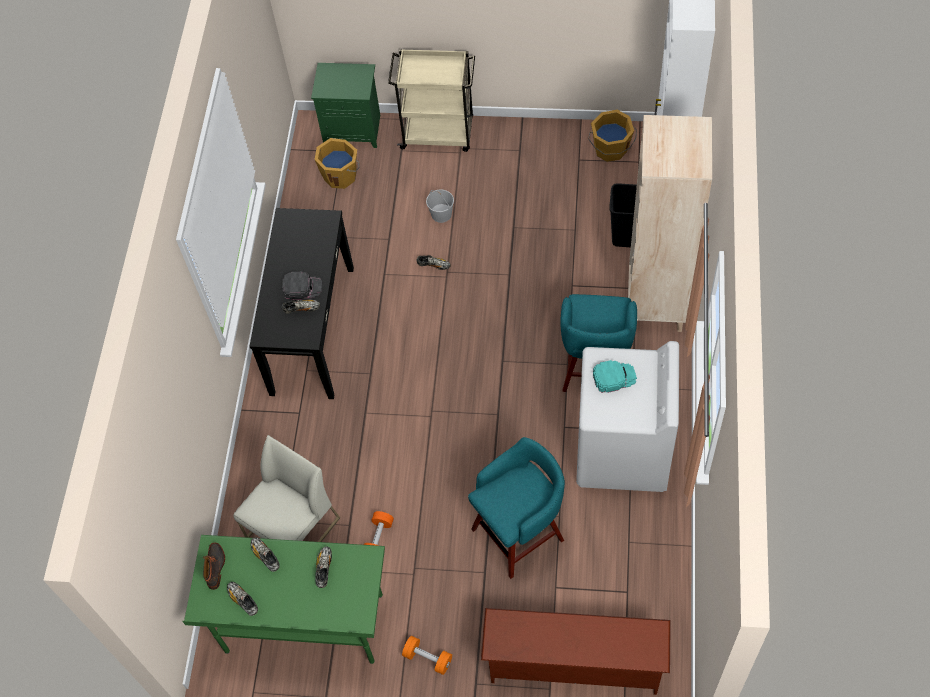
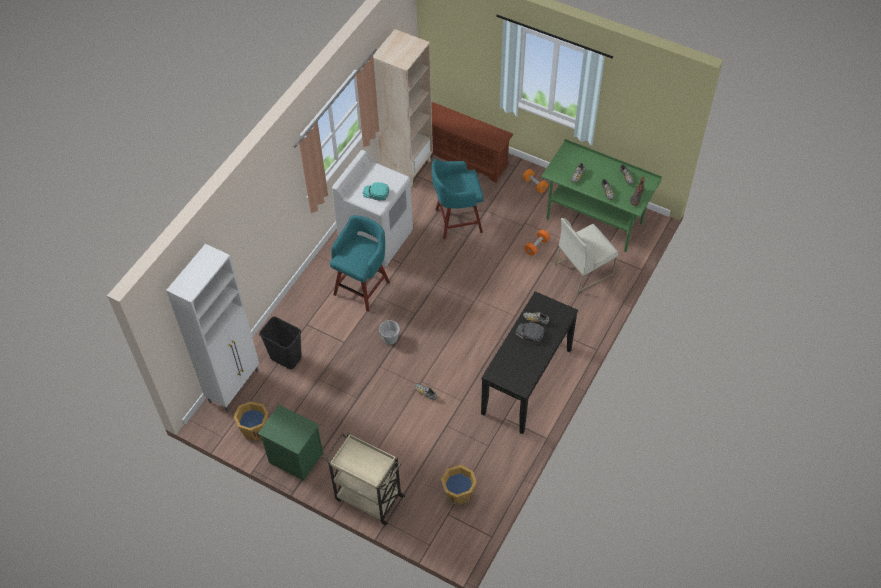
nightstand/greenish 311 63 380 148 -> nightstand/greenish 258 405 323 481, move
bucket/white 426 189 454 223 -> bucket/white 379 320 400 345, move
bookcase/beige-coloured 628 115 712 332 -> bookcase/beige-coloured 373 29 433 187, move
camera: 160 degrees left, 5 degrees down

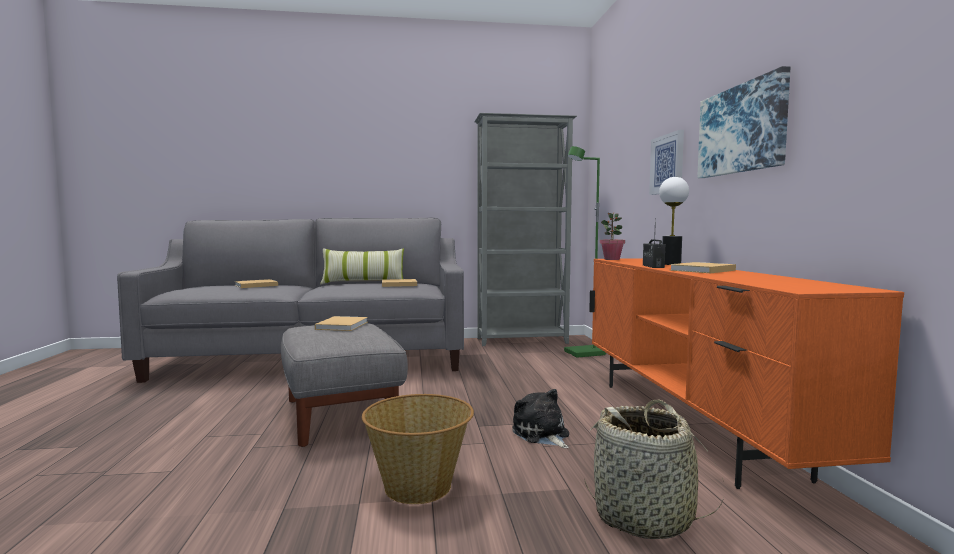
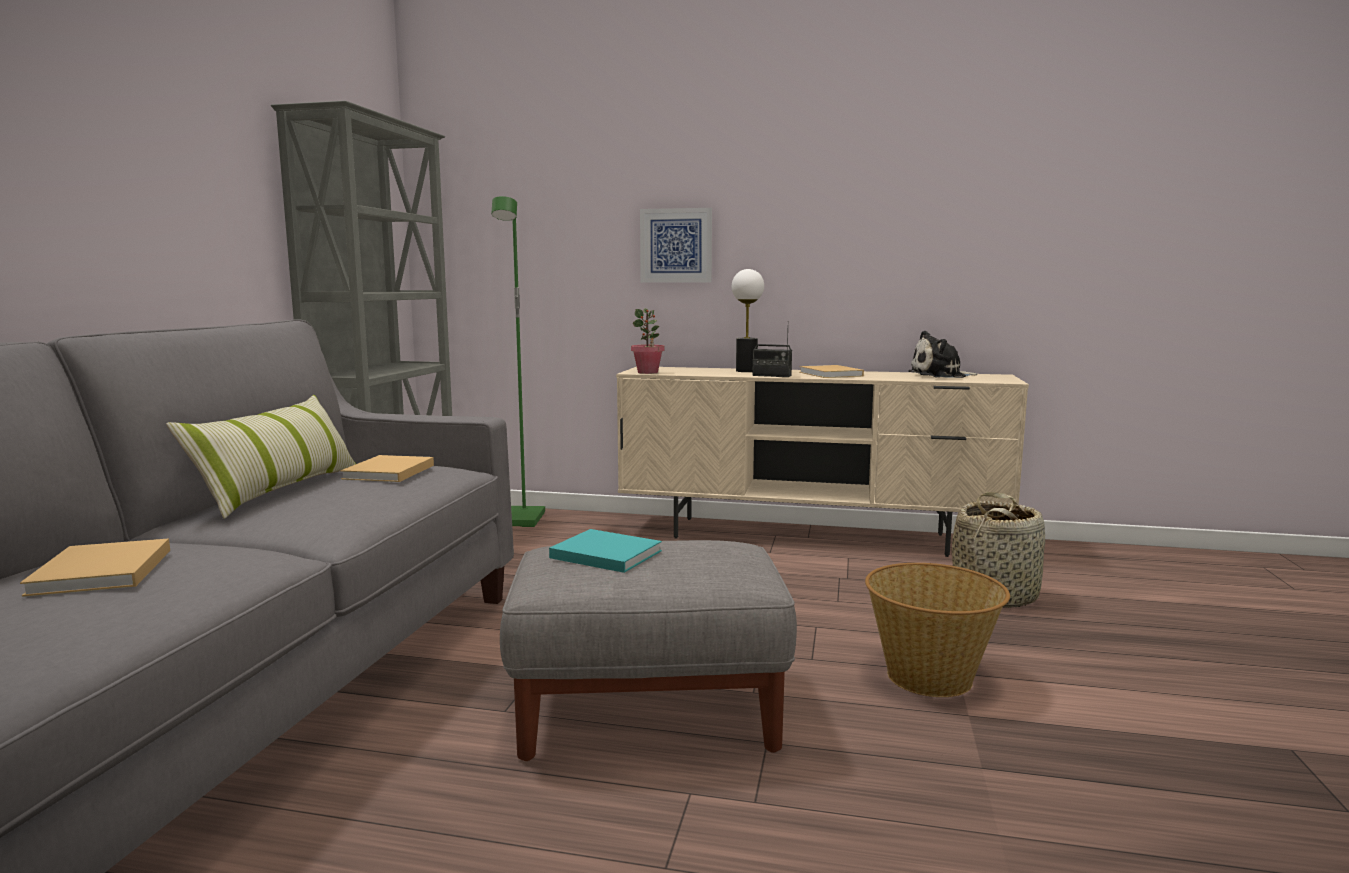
volume/beige-coloured 315 316 368 331 -> volume/turquoise 549 529 662 573
cuddly toy 512 389 569 448 -> cuddly toy 908 331 978 378, move
tv stand/orange 589 258 904 489 -> tv stand/beige-coloured 616 367 1029 557
wall picture 697 66 790 178 -> none
camera: 70 degrees left, 5 degrees up

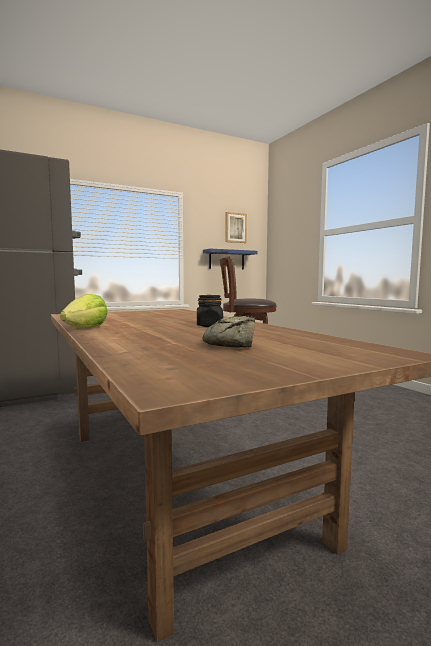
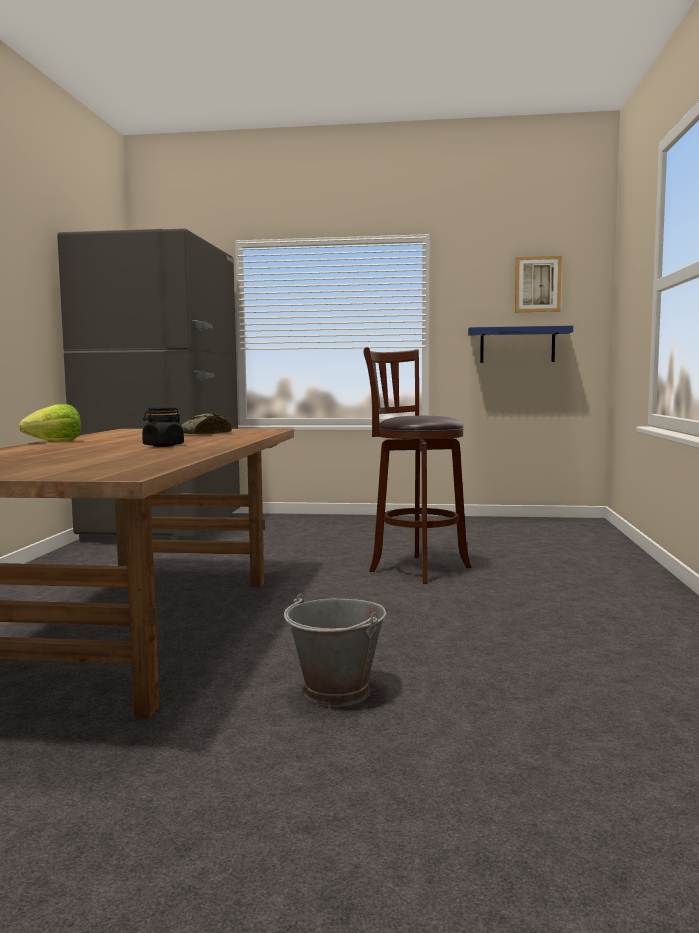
baked bread 202 316 256 348 -> baked bread 181 413 232 434, move
none -> bucket/gray 284 594 386 707
camera: 35 degrees right, 0 degrees up

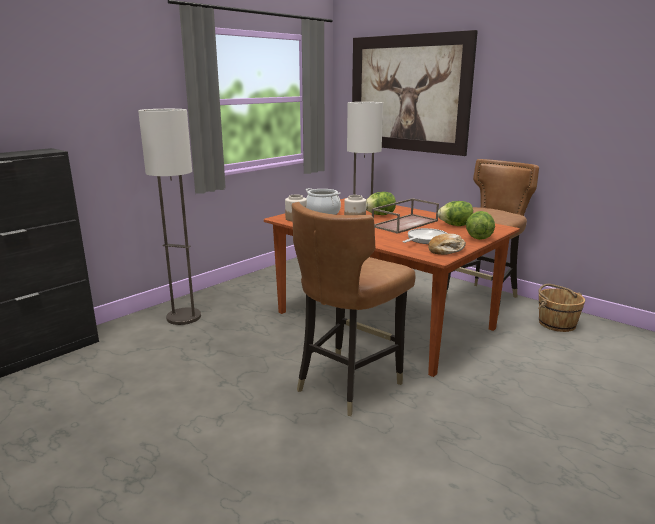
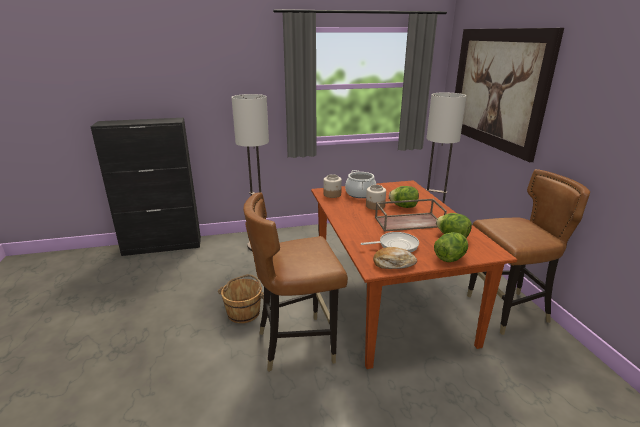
bucket/brown-coloured 538 284 585 332 -> bucket/brown-coloured 218 274 264 323, move
camera: 35 degrees right, 5 degrees up

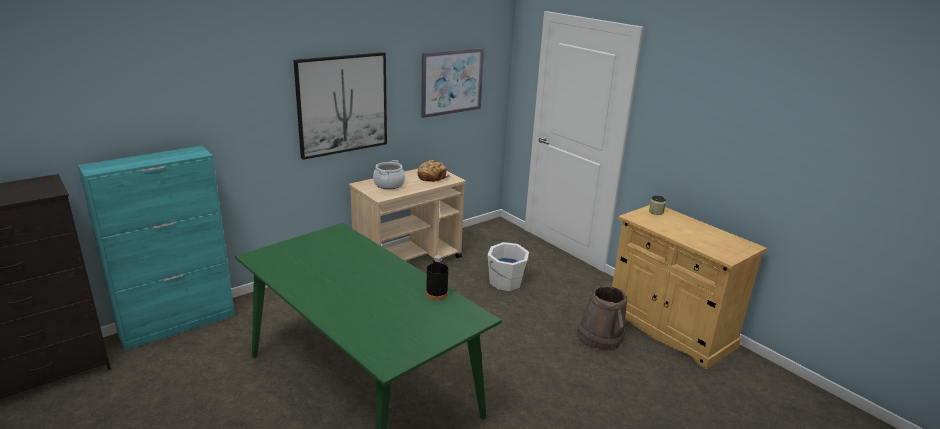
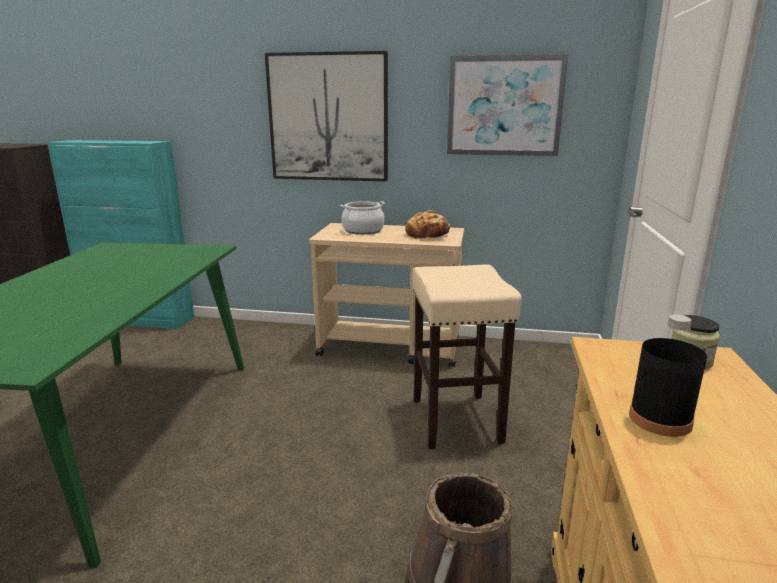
bottle/blackish 426 255 448 300 -> bottle/blackish 629 314 707 437, move
bucket/white 487 242 529 291 -> stool/beige-coloured 413 264 521 449
camera: 50 degrees right, 5 degrees down

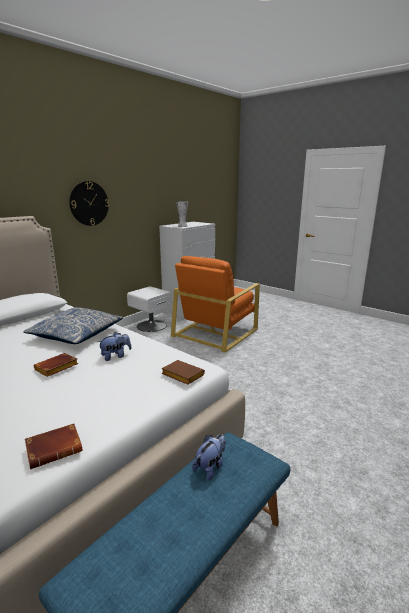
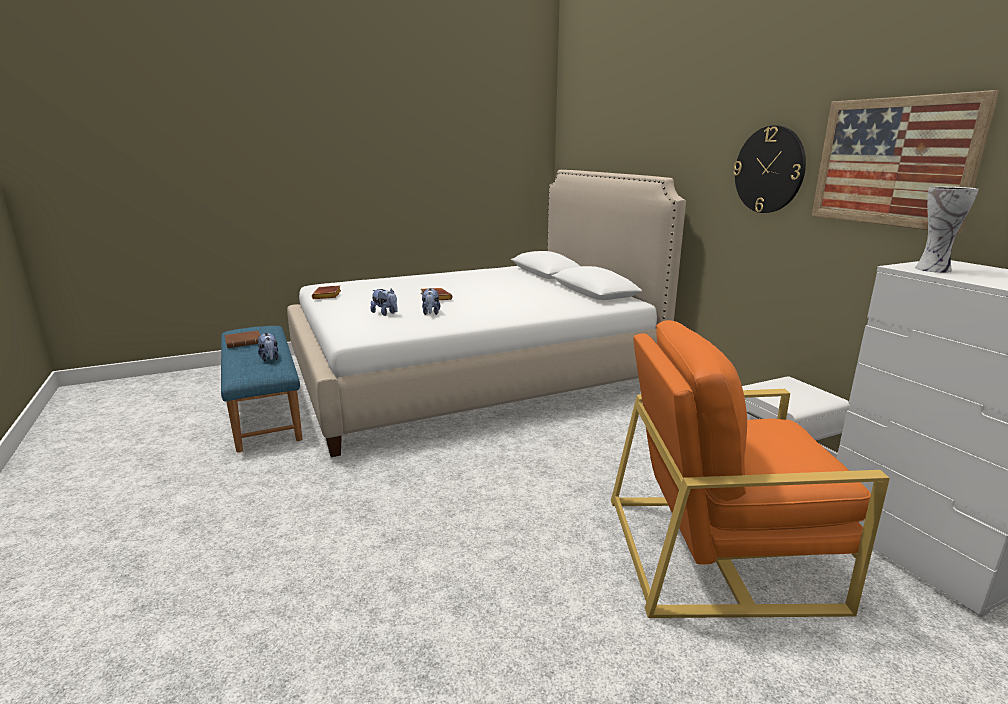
cushion 23 307 124 344 -> none
volume/brown-coloured 161 360 205 385 -> volume/brown-coloured 224 330 261 348, move
armchair/orange 171 256 260 353 -> armchair/orange 611 320 890 618, 60 degrees counterclockwise
none -> cuddly toy 370 289 397 316
none -> wall picture 812 90 1000 234
camera: 115 degrees right, 0 degrees up

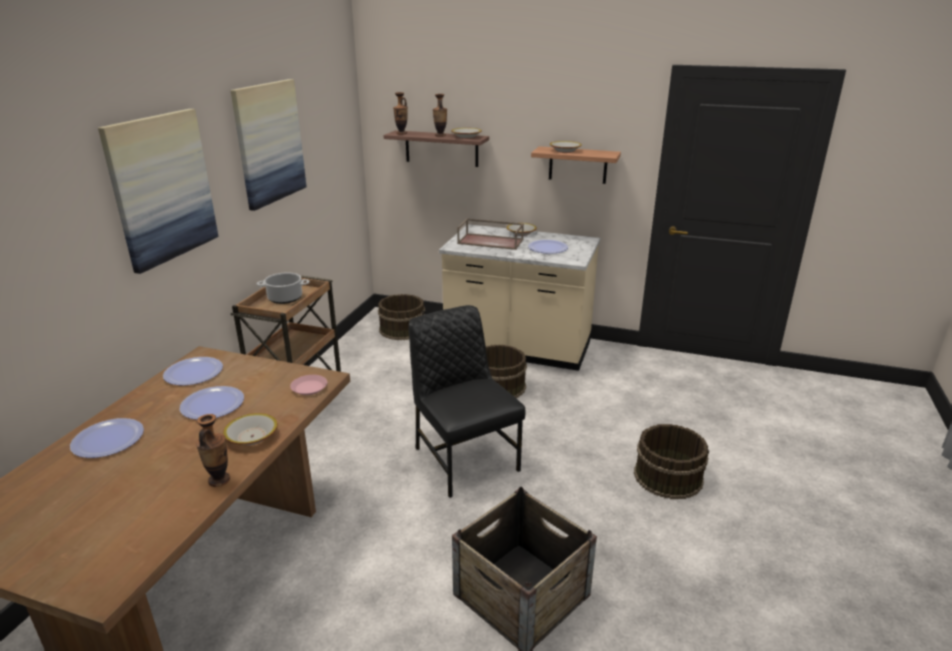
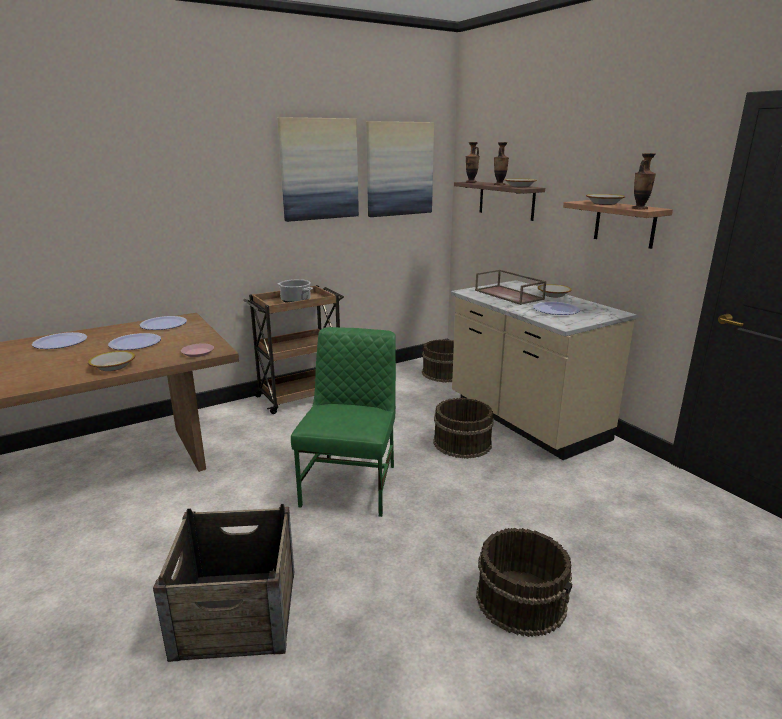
wall picture 98 109 219 274 -> wall picture 366 121 434 217, move
flower vase 196 414 230 487 -> flower vase 632 153 656 209, move
plain chair/blackish 409 305 525 498 -> plain chair/greenish 291 327 396 517
camera: 40 degrees right, 5 degrees down

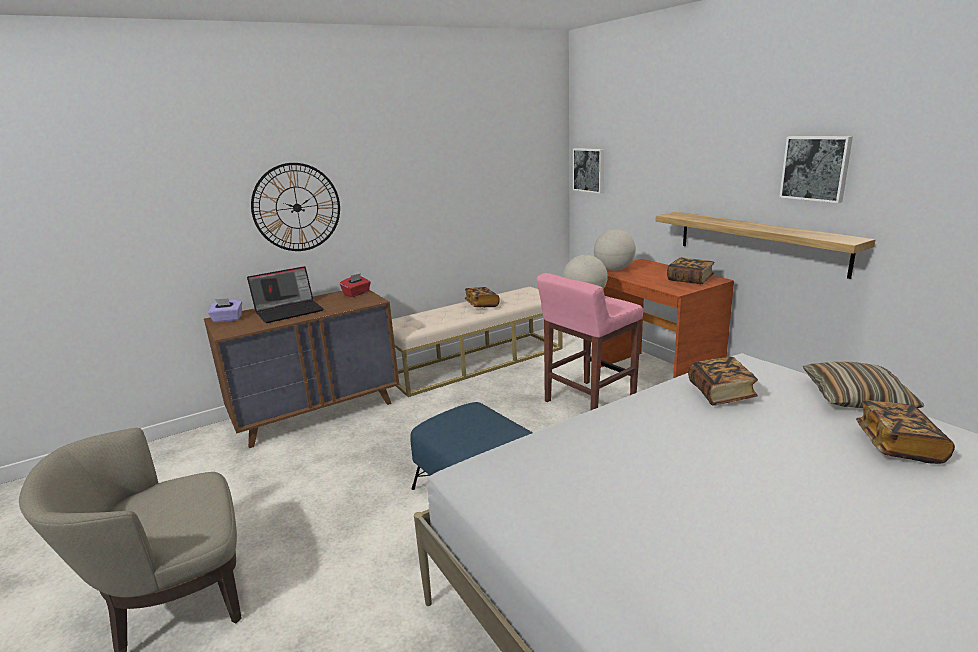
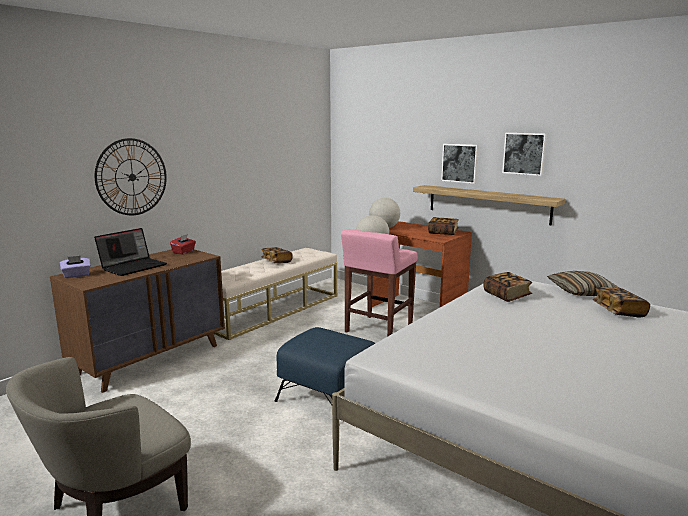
wall picture 573 148 604 193 -> wall picture 441 144 479 184, move
camera: 20 degrees left, 5 degrees down

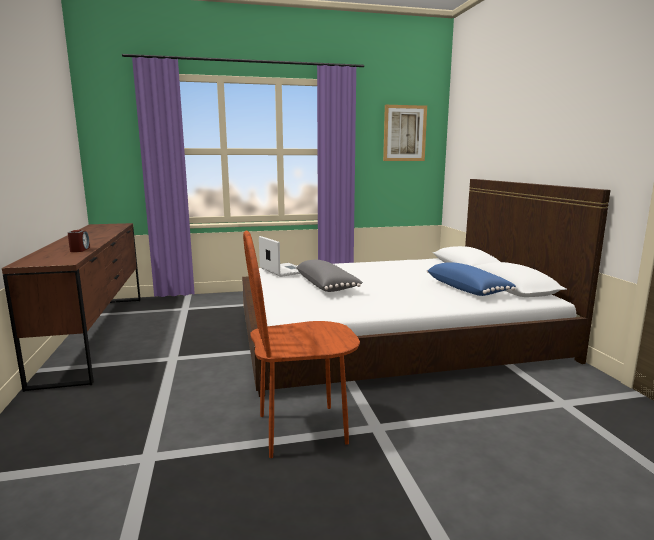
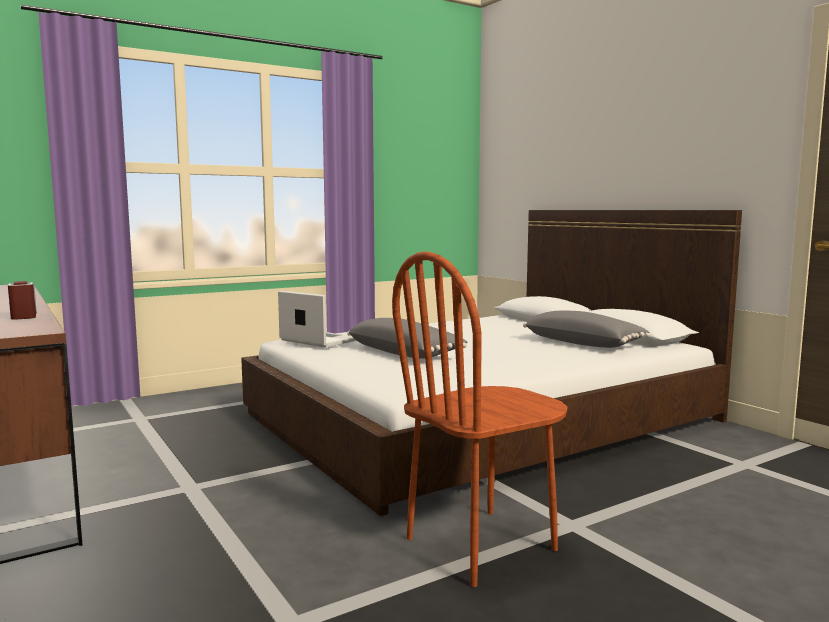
wall picture 383 105 427 161 -> none
cushion/blue 427 262 516 296 -> cushion/gray 523 311 650 348
camera: 20 degrees left, 5 degrees down

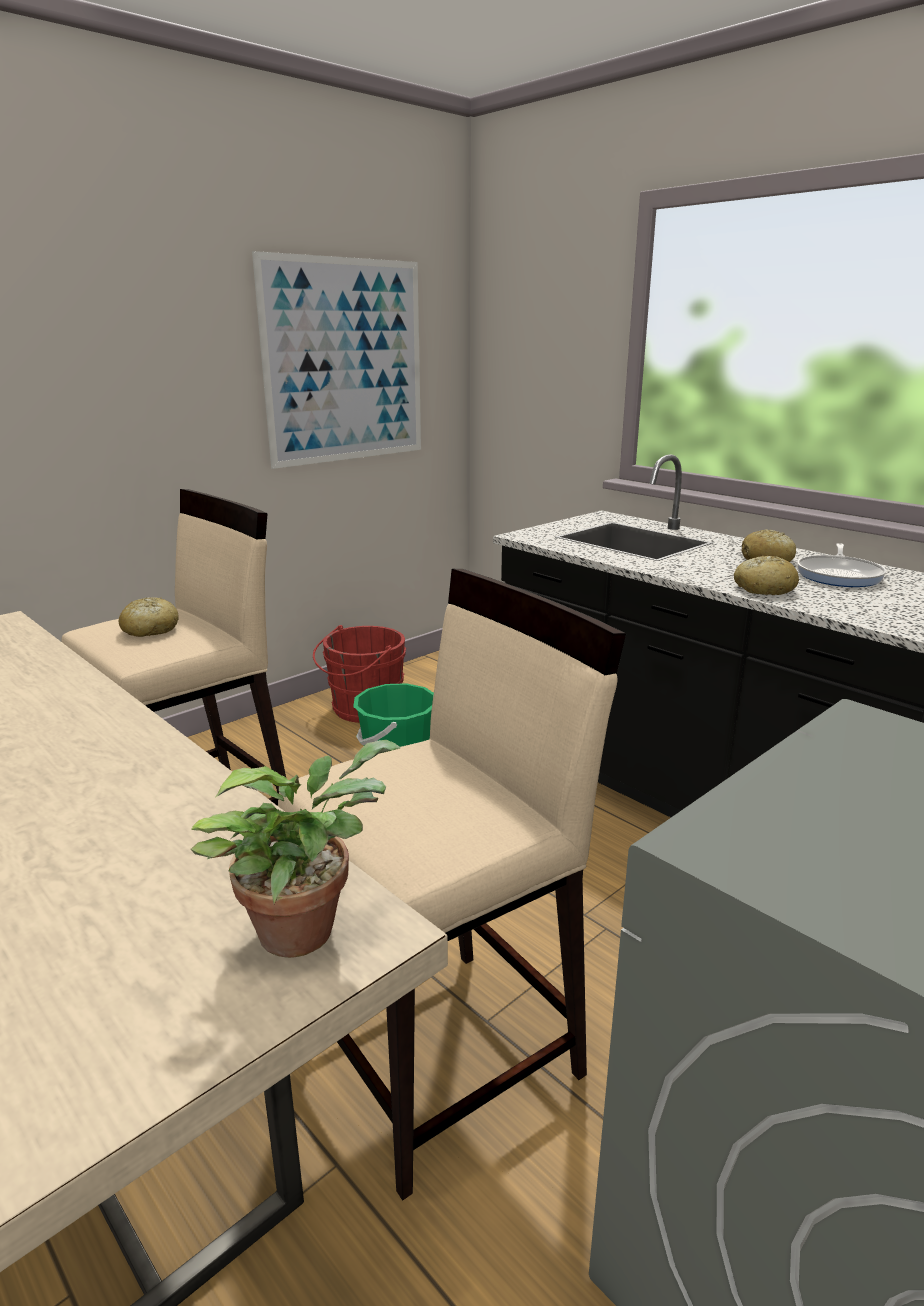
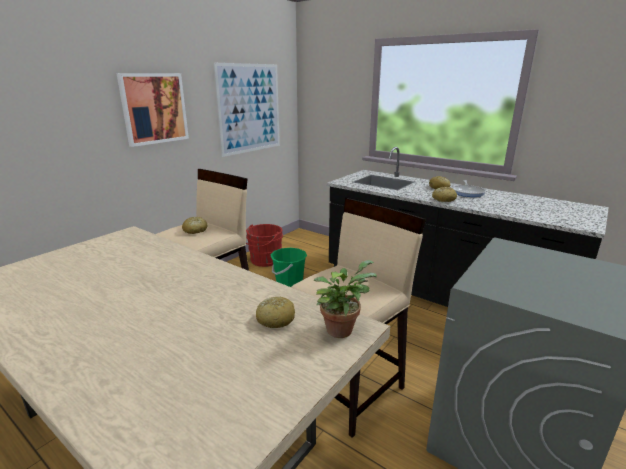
none -> wall picture 116 73 189 147
none -> baked bread 256 297 295 328
camera: 10 degrees left, 0 degrees up

